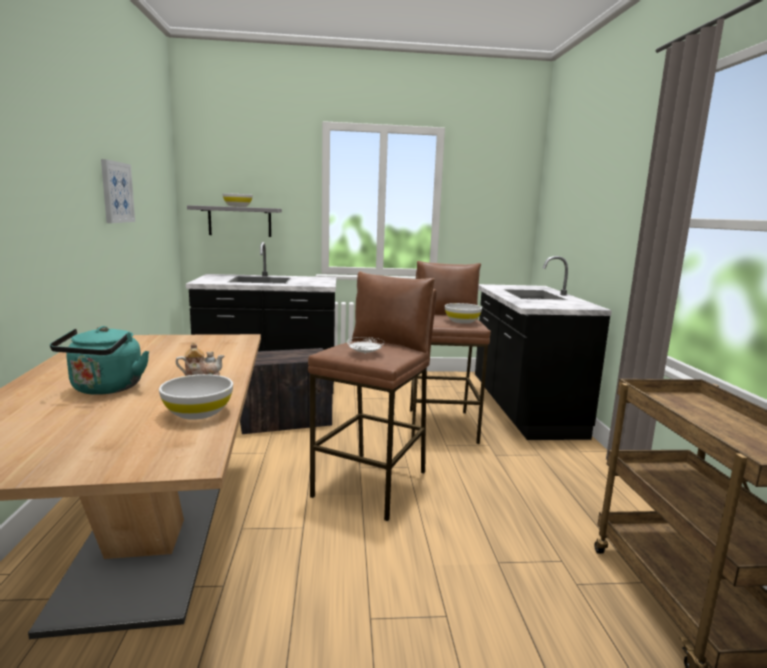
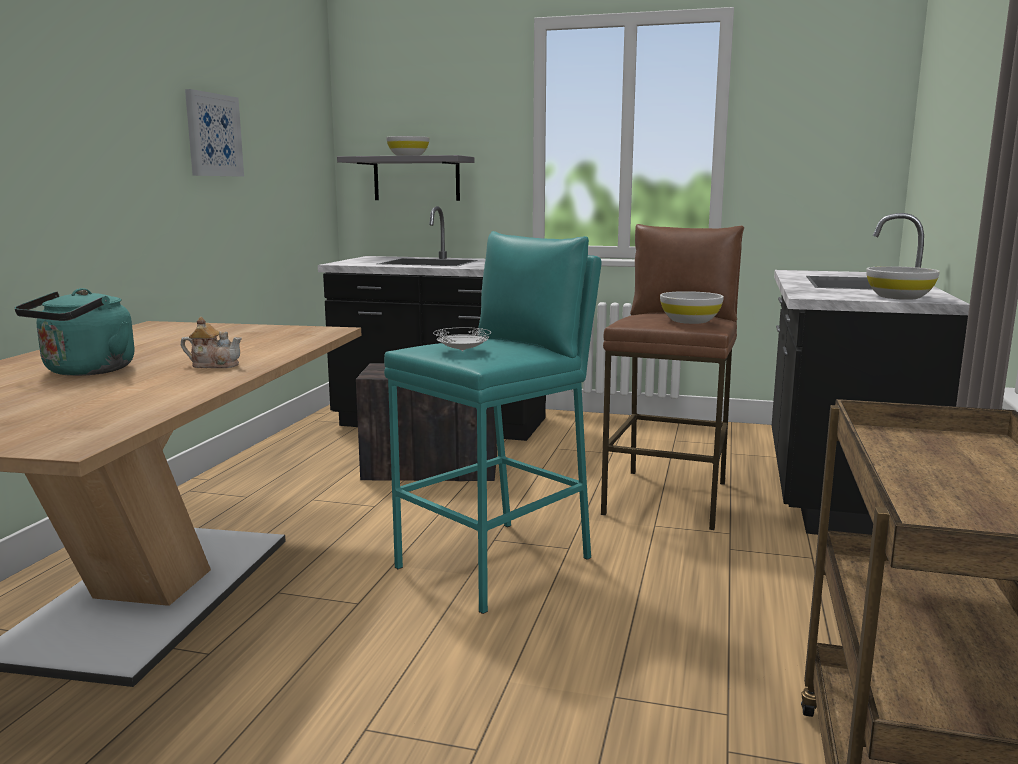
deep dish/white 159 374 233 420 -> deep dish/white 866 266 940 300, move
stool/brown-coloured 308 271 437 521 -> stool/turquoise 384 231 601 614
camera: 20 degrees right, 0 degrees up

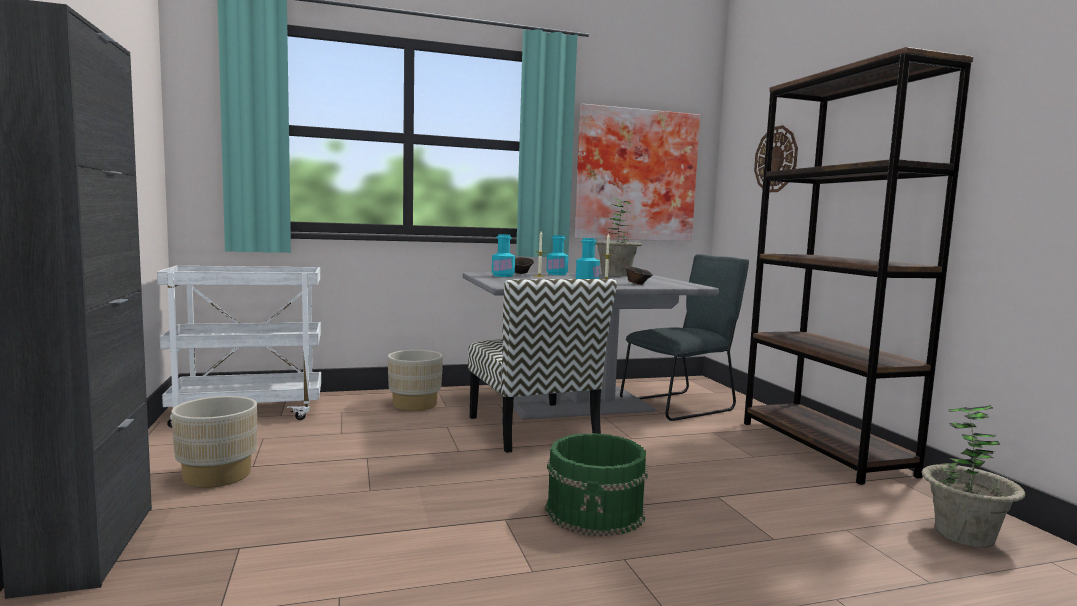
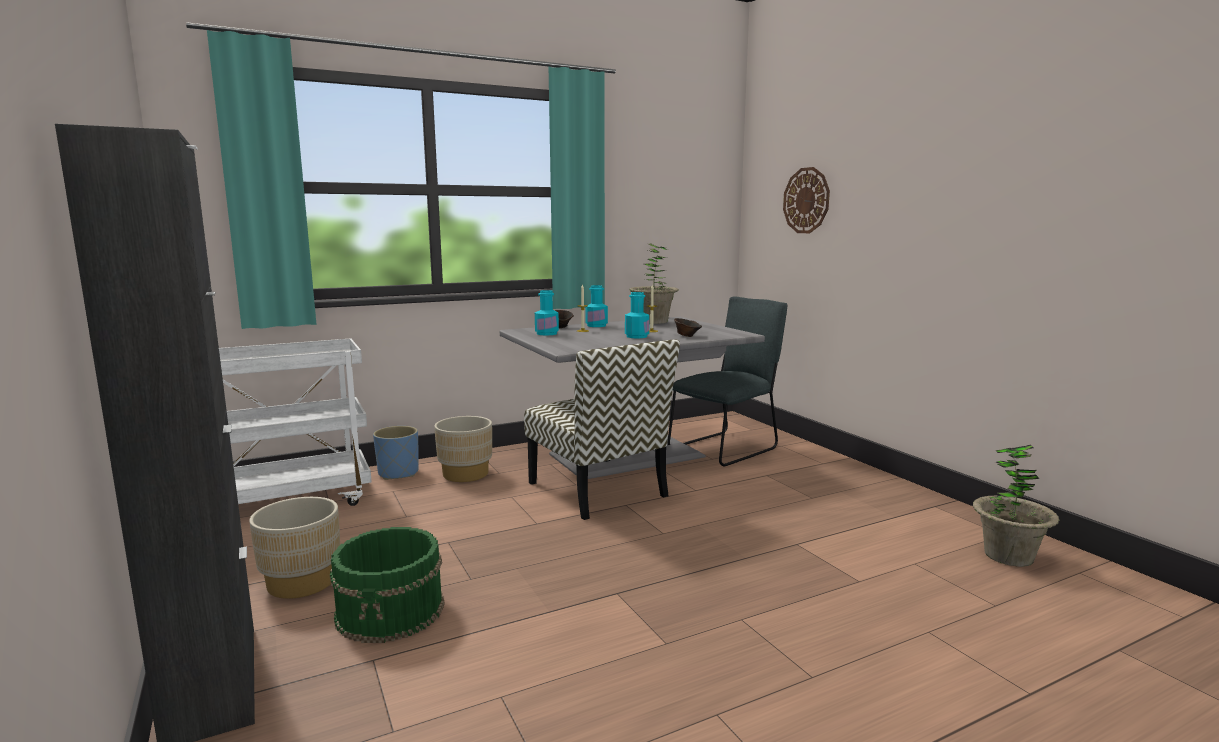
bucket/greenish 545 433 648 537 -> bucket/greenish 330 527 445 643, move
wall picture 575 104 700 241 -> none
bookcase/brown-coloured 744 47 974 485 -> none
none -> plant pot/blue 373 426 419 480
camera: 10 degrees left, 5 degrees up

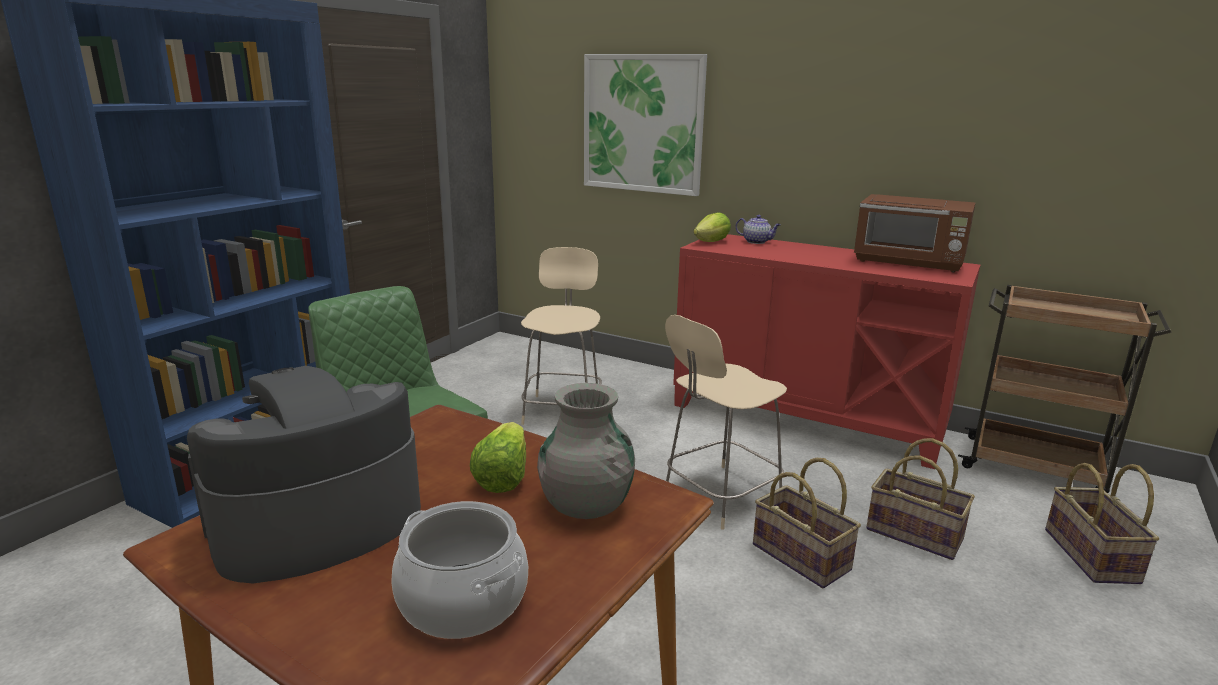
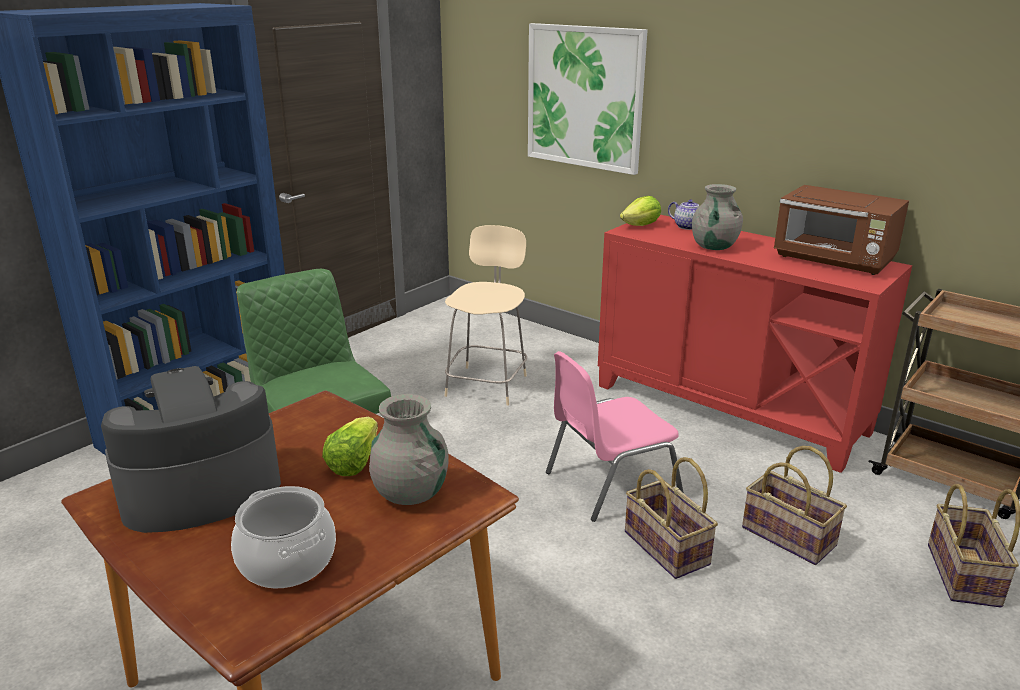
stool/beige-coloured 665 315 787 530 -> plain chair/pink 546 351 684 522
none -> flower vase/gray 692 184 743 250
camera: 10 degrees right, 5 degrees up

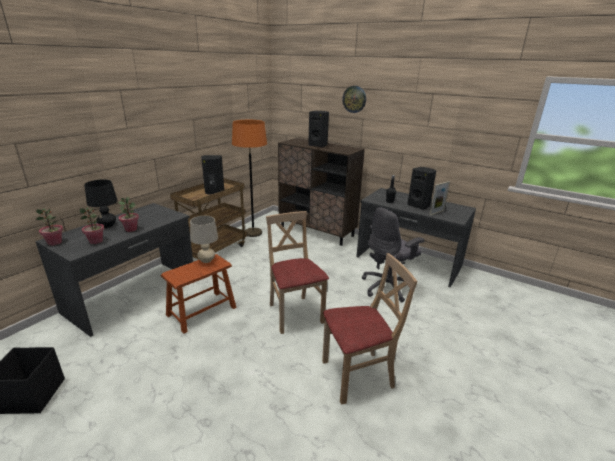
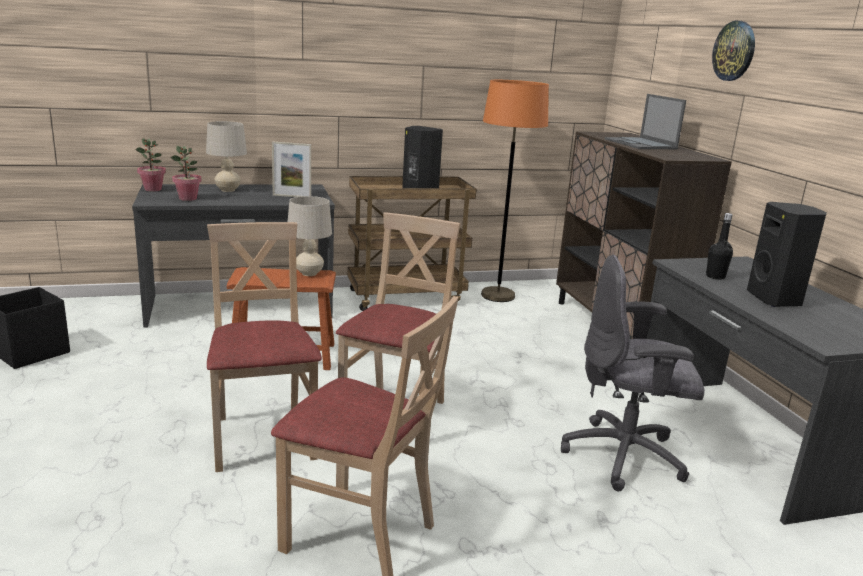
tabletop lamp/blackish 84 179 118 228 -> tabletop lamp/beige-coloured 206 121 247 192
houseplant 118 197 139 232 -> none
speaker/blackish 308 111 329 148 -> notebook computer 605 94 686 149
picture frame 429 181 450 216 -> picture frame 272 141 311 197, move
none -> plain chair/beige-coloured 207 222 322 472
camera: 40 degrees right, 5 degrees down

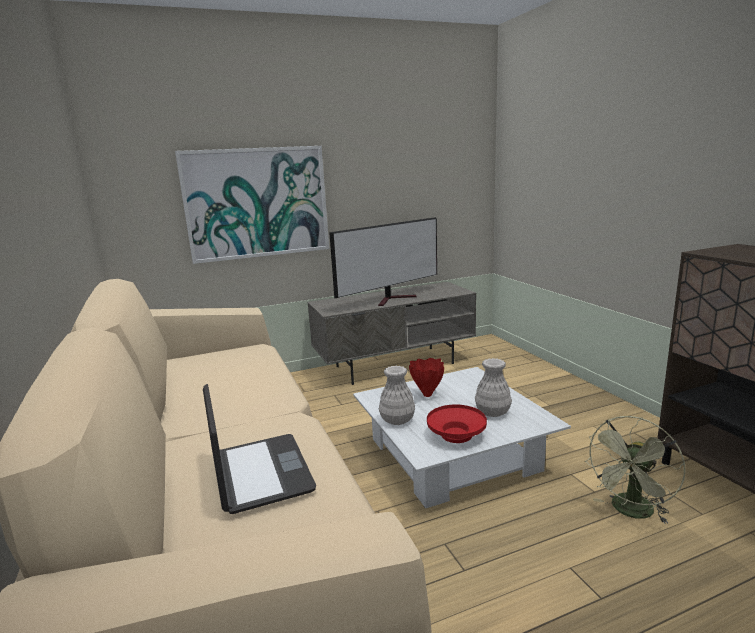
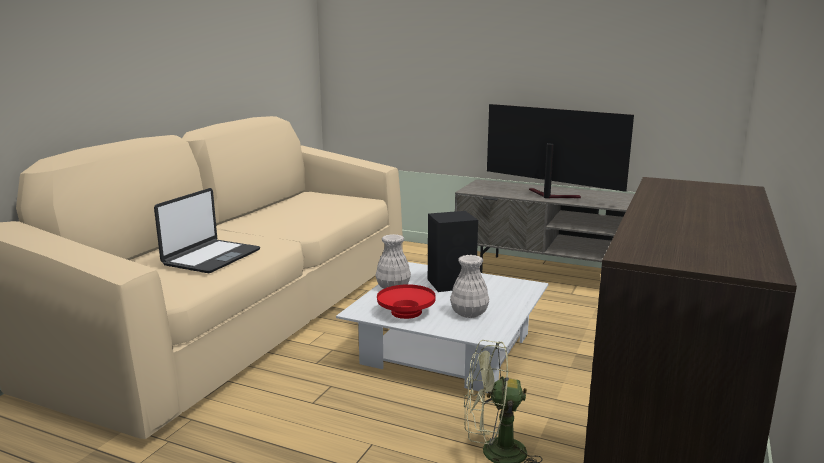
wall picture 175 146 329 264 -> none
TV set 329 217 437 306 -> TV set 487 104 634 198, 150 degrees counterclockwise
flower vase/red 409 358 444 397 -> speaker/blackish 428 211 478 292
camera: 45 degrees right, 0 degrees up

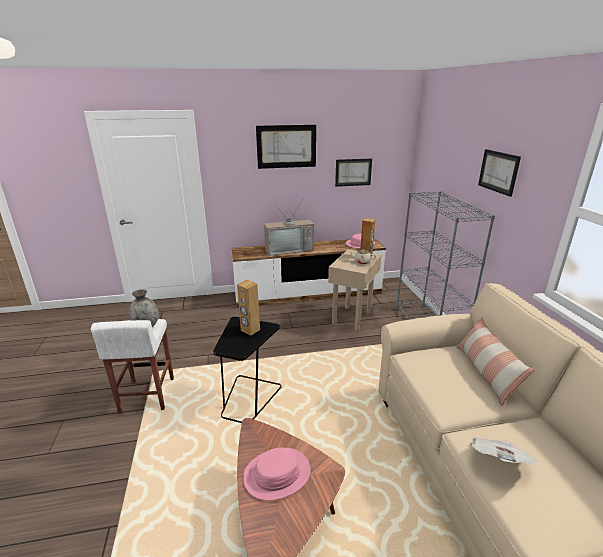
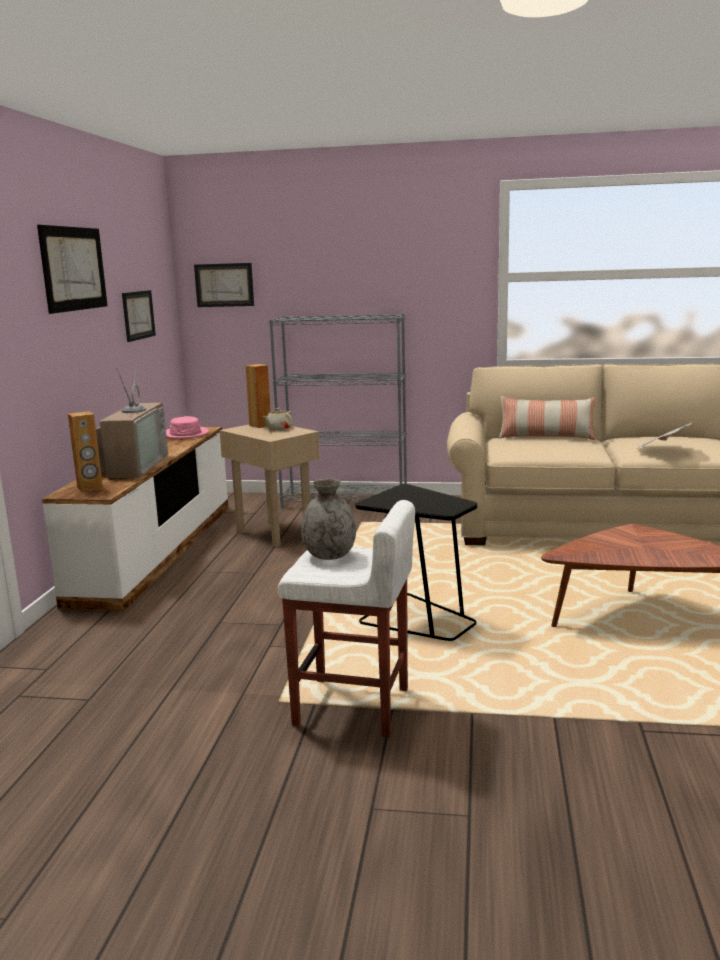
speaker/brown-coloured 237 280 260 336 -> speaker/brown-coloured 68 411 103 492, move
hat/pink 243 448 310 500 -> none
wall picture 478 149 521 197 -> wall picture 194 263 254 307, move
camera: 70 degrees left, 10 degrees down

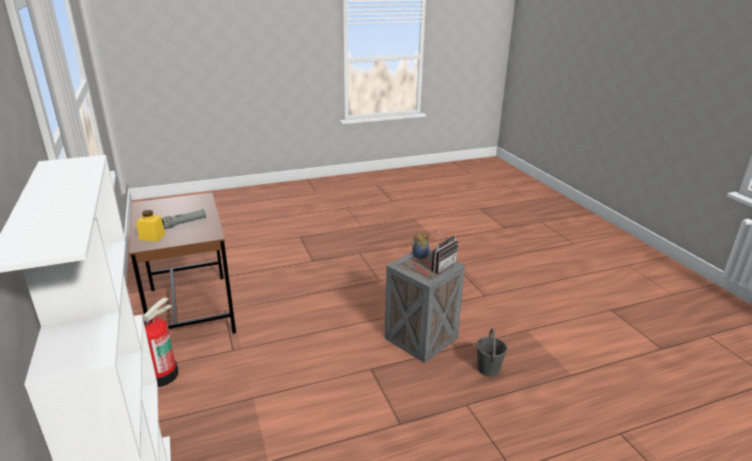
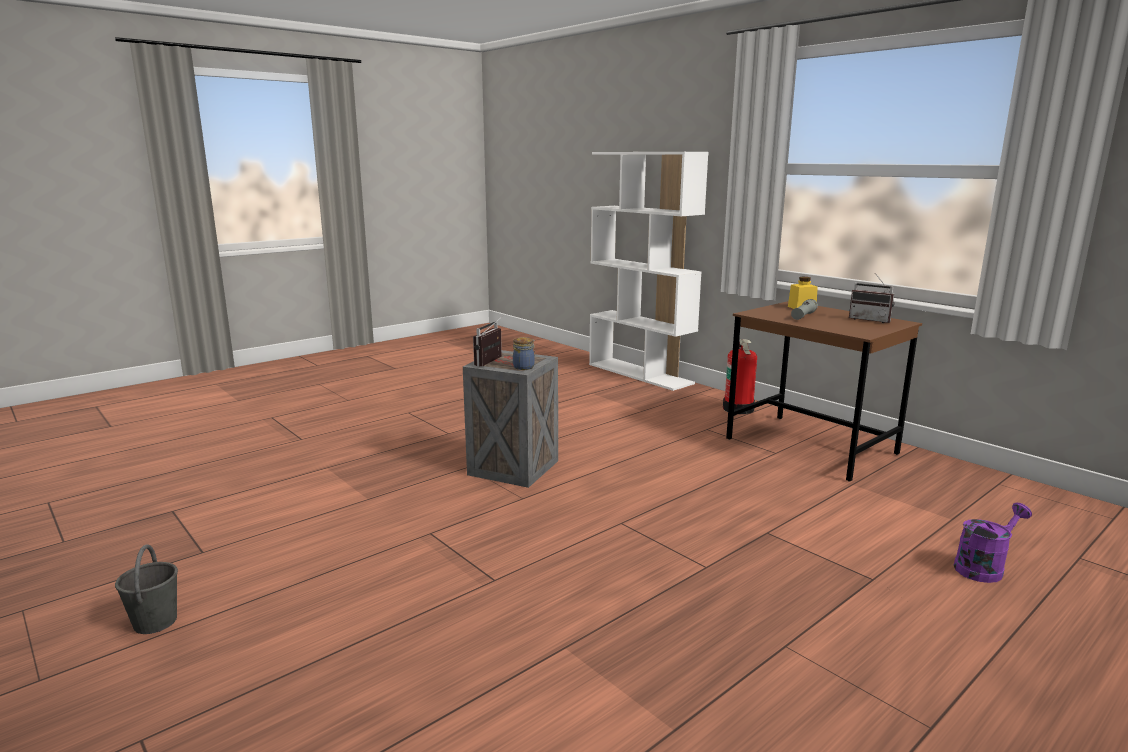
bucket/gray 476 329 507 377 -> bucket/gray 115 544 178 634, move
none -> radio set 849 273 895 323
none -> watering pot/purple 954 503 1032 583
camera: 160 degrees right, 10 degrees down

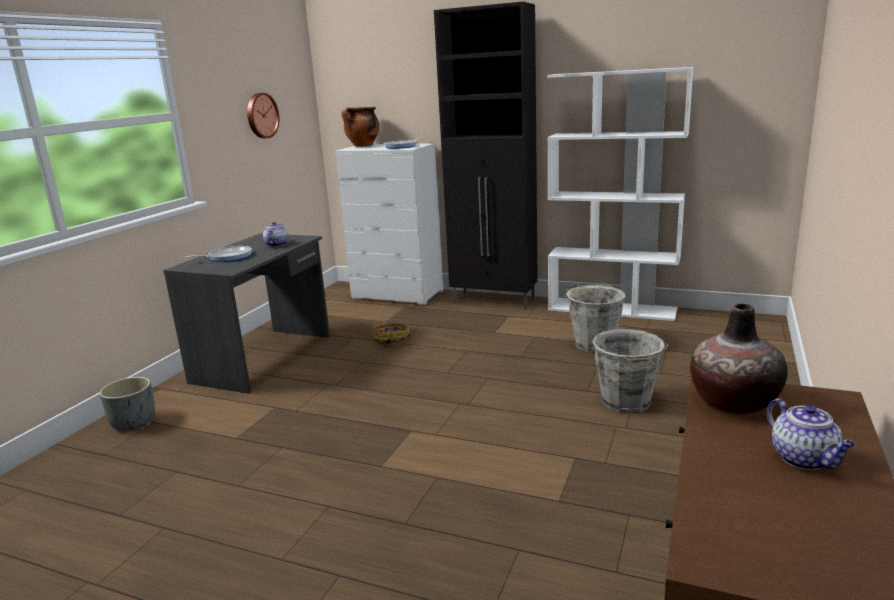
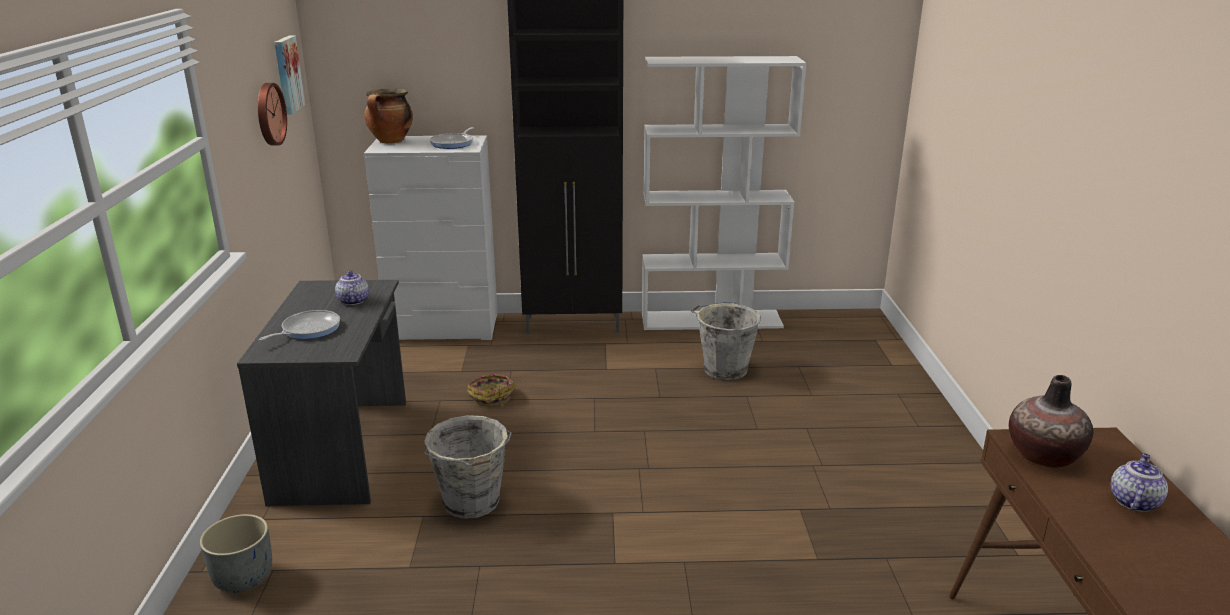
bucket/gray 592 329 669 413 -> bucket/gray 424 415 512 519, move
pot for tea 766 398 856 470 -> pot for tea 1111 453 1168 512, 105 degrees counterclockwise
none -> wall picture 274 36 305 115
camera: 25 degrees left, 5 degrees up

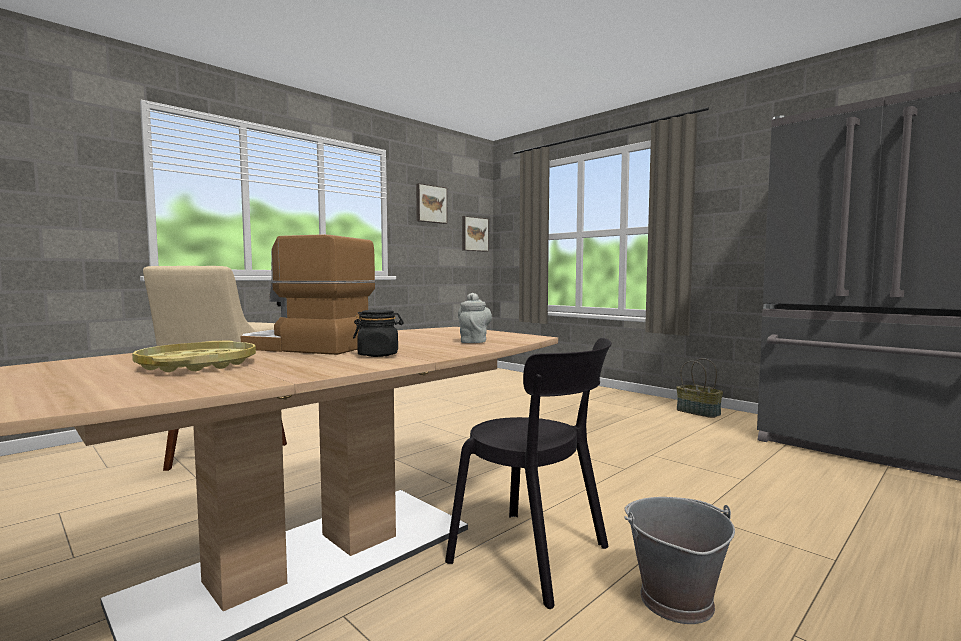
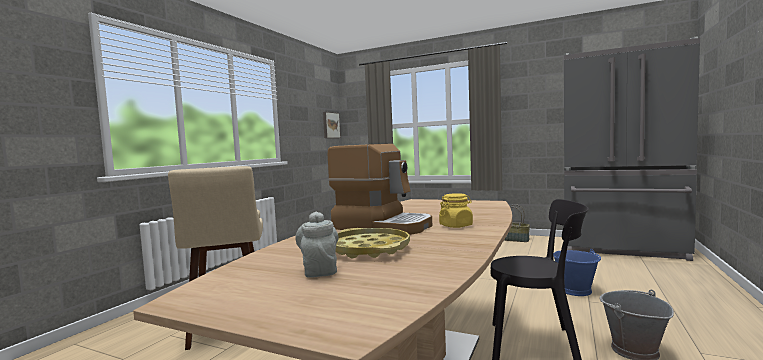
coffee maker 241 234 376 355 -> coffee maker 328 144 432 235, 150 degrees counterclockwise
preserve jar/blackish 353 310 404 357 -> preserve jar/yellowish 439 193 473 228
wall picture 416 183 447 224 -> none
pot for tea/gray 458 293 492 343 -> pot for tea/gray 295 211 339 278, move
none -> bucket/blue 553 249 601 296
camera: 20 degrees left, 0 degrees up

